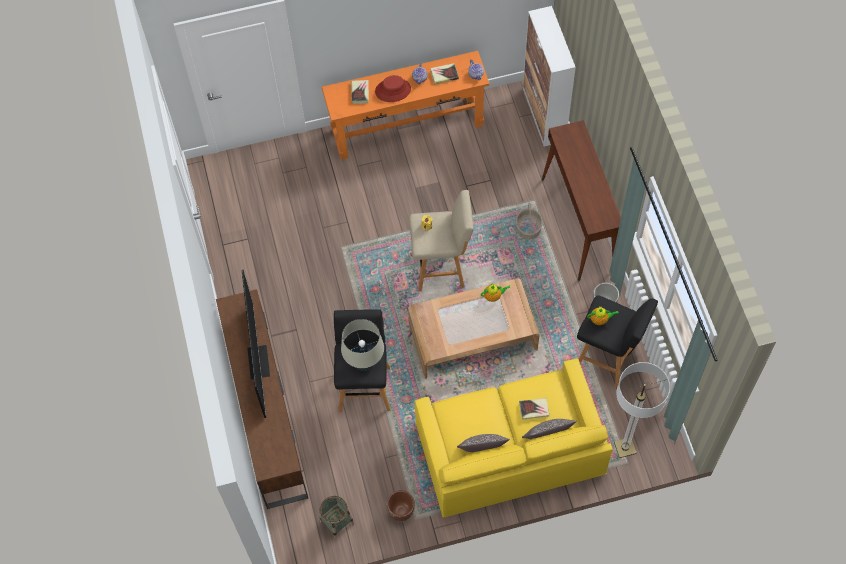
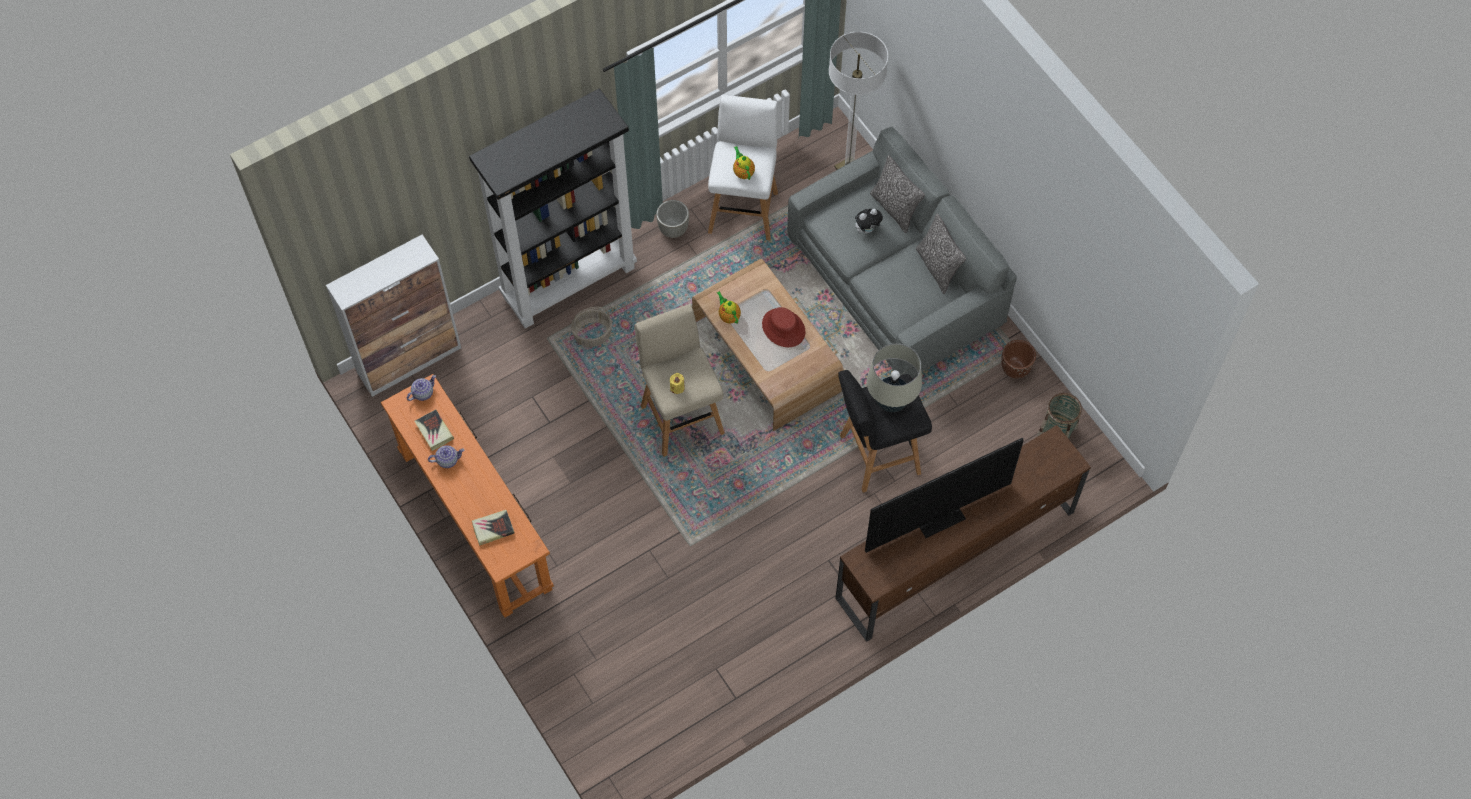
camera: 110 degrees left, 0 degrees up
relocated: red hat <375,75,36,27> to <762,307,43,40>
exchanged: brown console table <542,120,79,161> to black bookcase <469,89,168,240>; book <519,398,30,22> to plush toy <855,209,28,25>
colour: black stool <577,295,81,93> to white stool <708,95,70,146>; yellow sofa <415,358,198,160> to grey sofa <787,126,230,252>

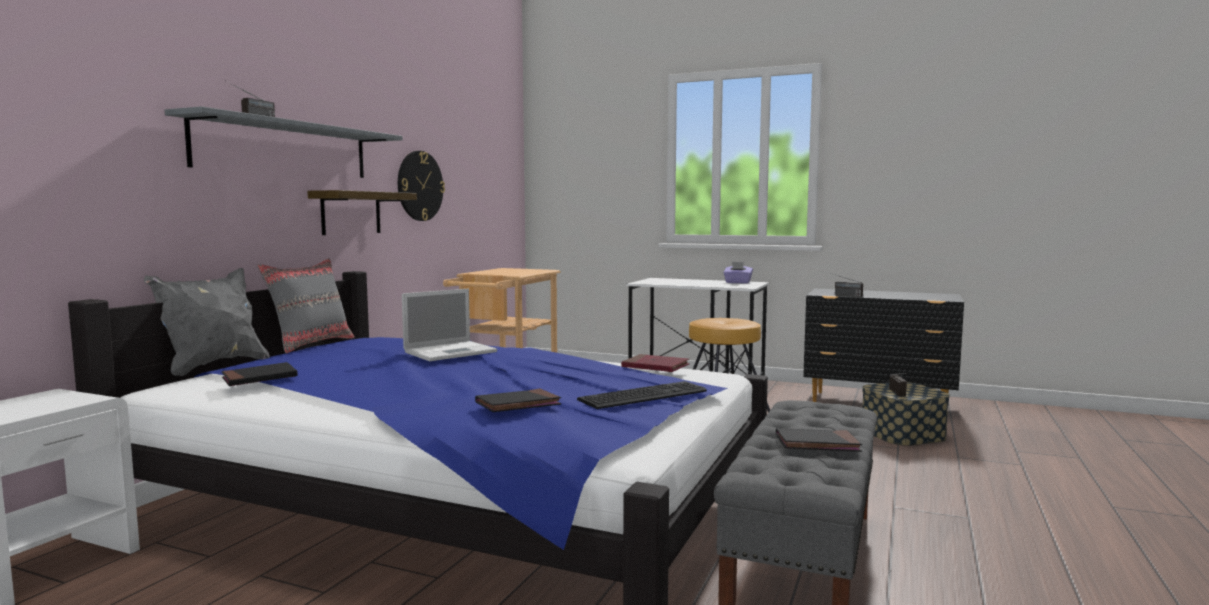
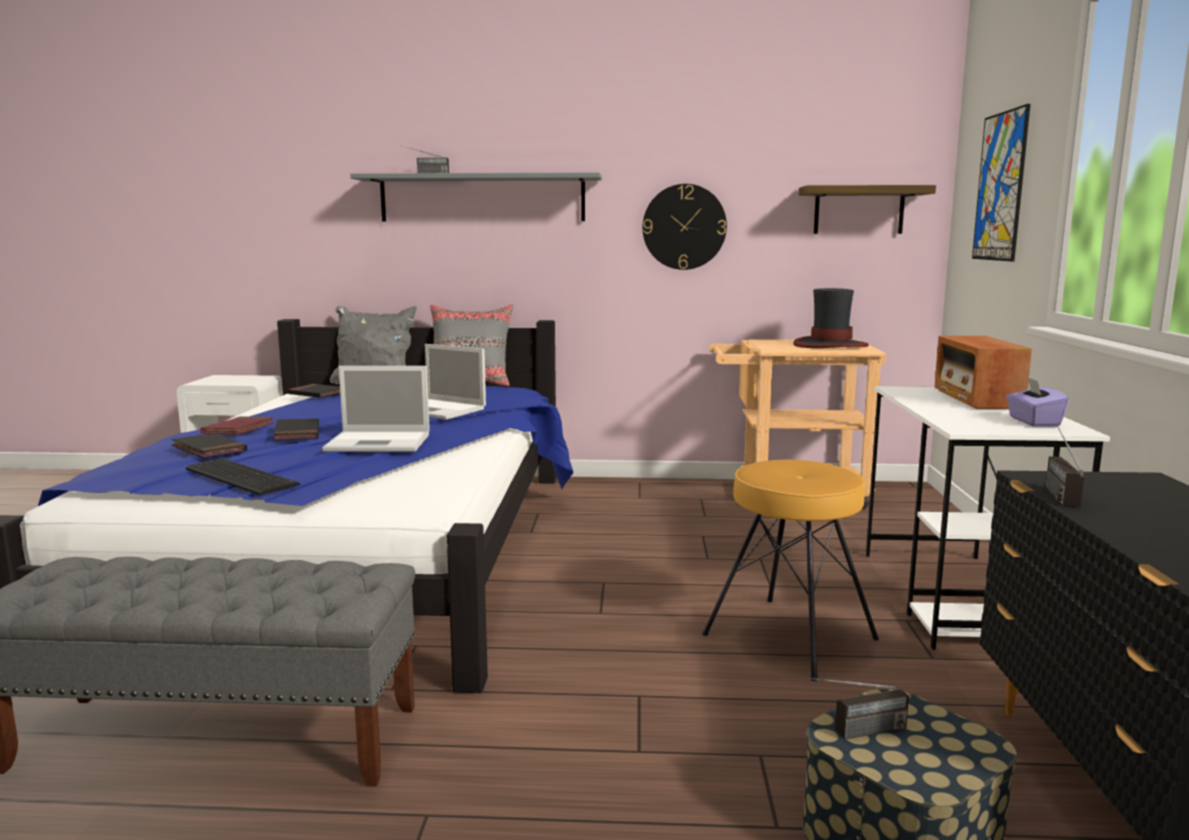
camera: 70 degrees right, 5 degrees up
appeared: laptop <322,366,108,85>; hat <793,288,75,60>; radio <934,336,98,73>; picture <972,104,58,157>
relocated: red book <621,354,69,18> to <200,416,74,19>; black book <776,428,86,24> to <273,418,46,23>; shelf <307,190,110,45> to <799,185,137,49>

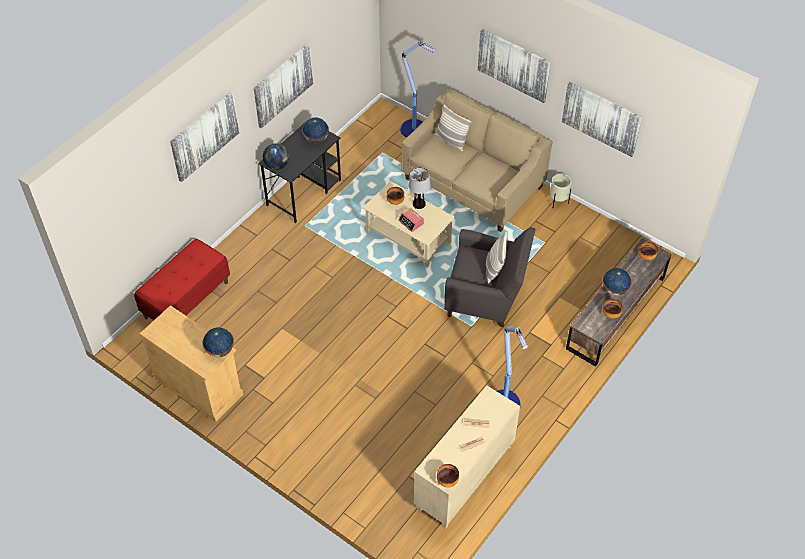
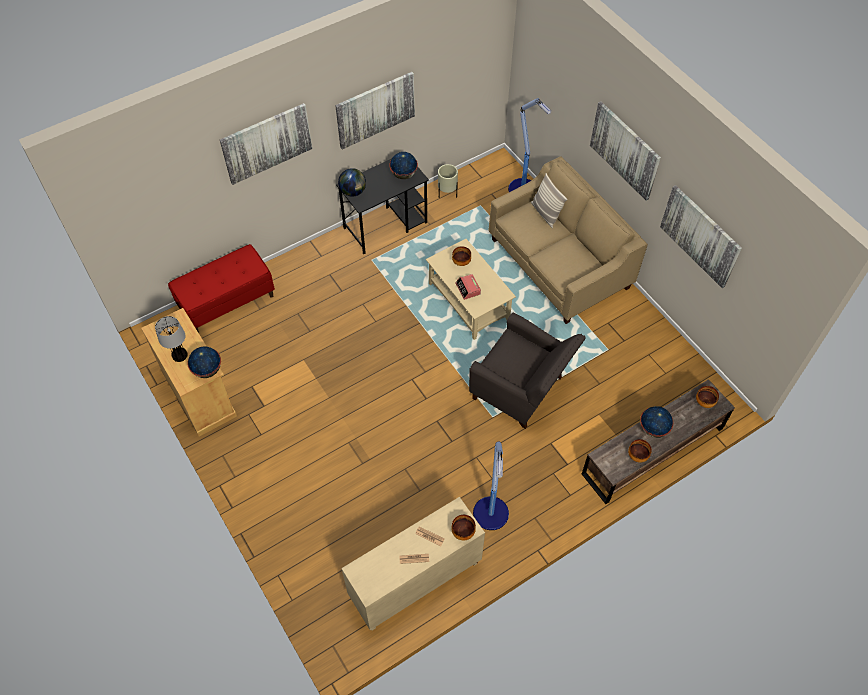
camera: 20 degrees right, 5 degrees up
missing: pillow <486,231,21,52>
relocated: table lamp <409,167,22,42> to <155,316,33,46>; beige planter <550,174,22,33> to <438,164,20,34>; bowl <437,464,22,24> to <451,515,25,26>

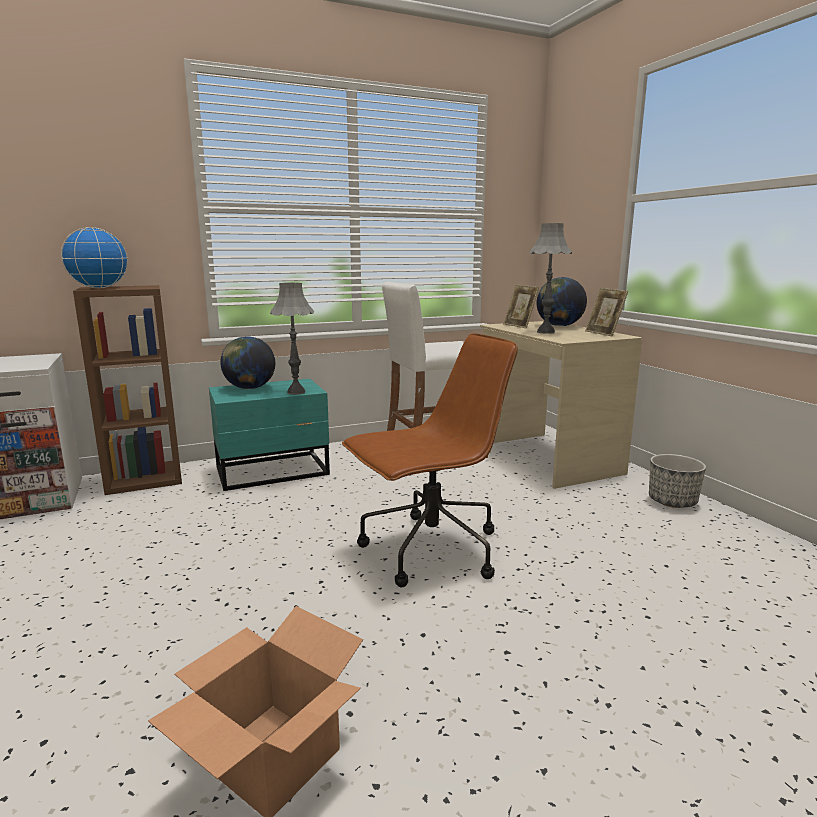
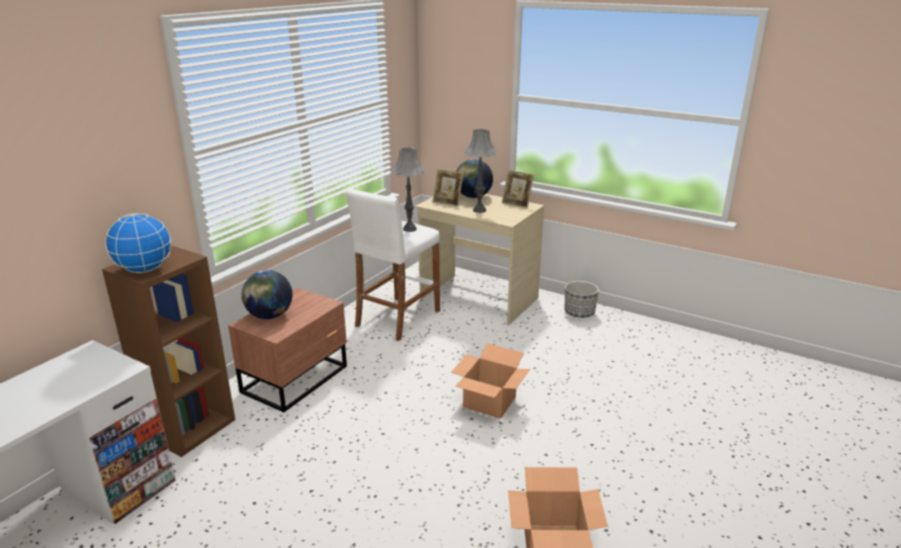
camera: 35 degrees left, 10 degrees up
relocated: grey table lamp <270,283,44,112> to <392,147,33,85>
exchanged: brown office chair <342,333,176,254> to cardboard box <451,343,79,76>
colour: turquoise nightstand <209,379,121,112> to brown nightstand <228,288,119,124>

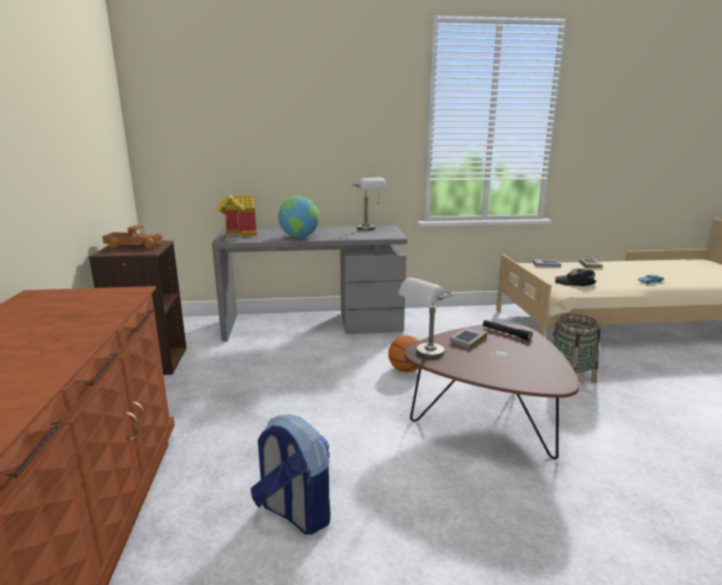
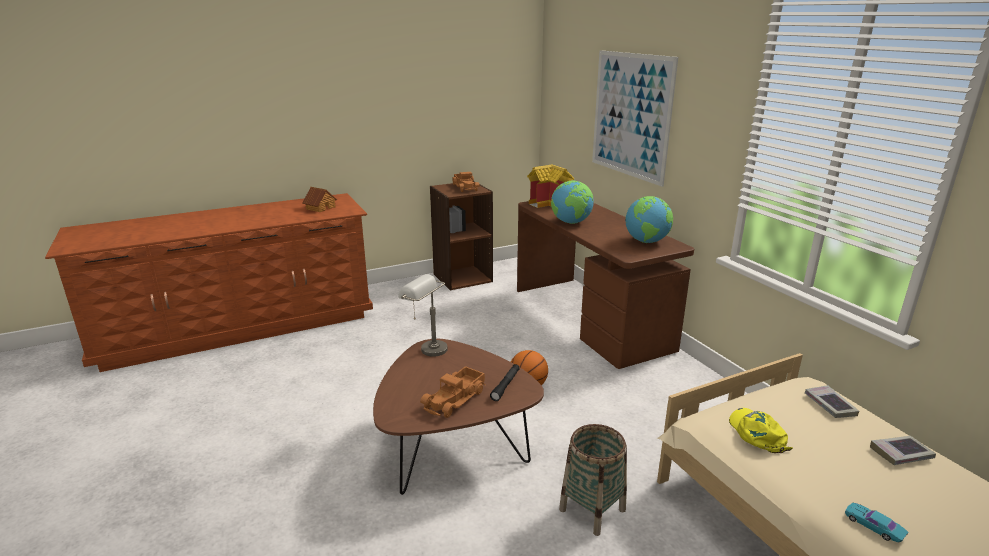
camera: 70 degrees right, 5 degrees up
missing: backpack <251,414,79,121>; book <449,327,38,22>
appeared: toy house <303,187,34,25>; toy truck <420,366,66,52>; picture <592,50,86,137>
exchanged: grey table lamp <352,177,36,54> to globe <625,196,48,47>
colour: grey desk <212,225,195,117> to brown desk <517,201,177,168>; black cap <555,268,41,18> to yellow cap <729,408,64,45>

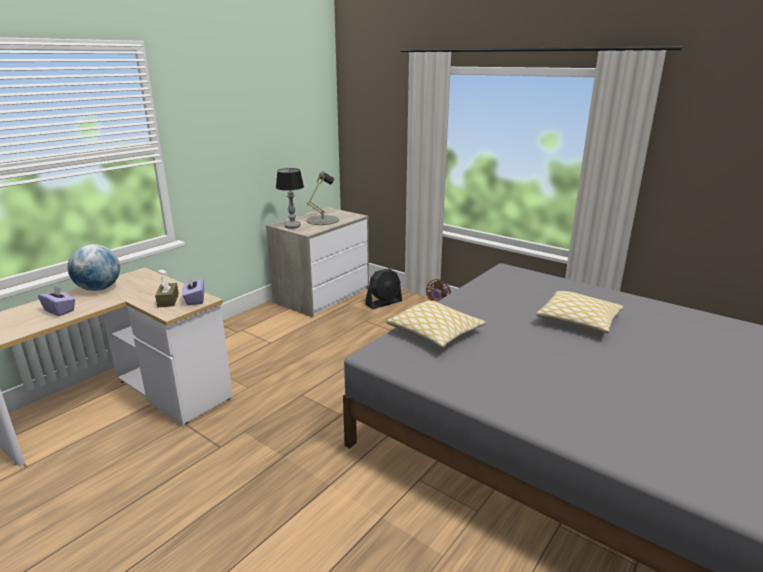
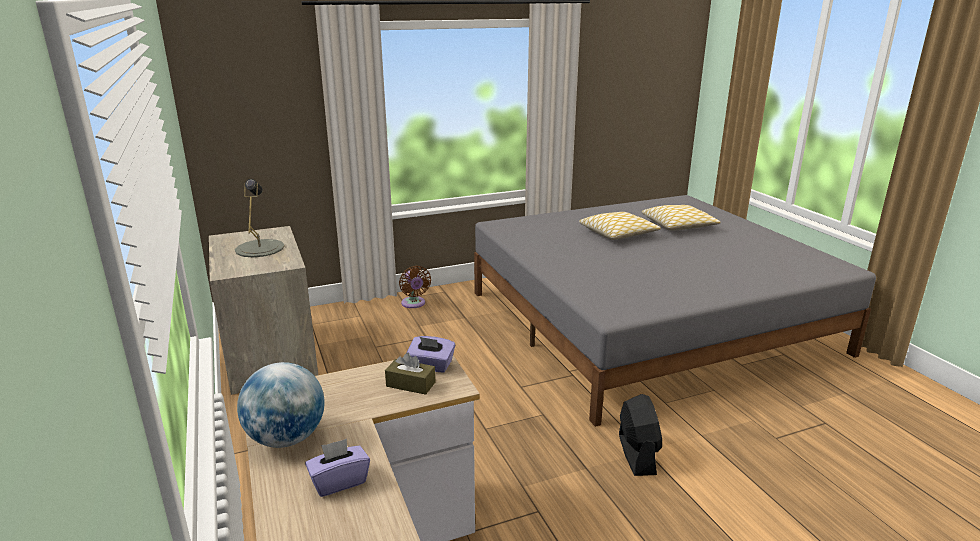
camera: 60 degrees left, 0 degrees up
missing: table lamp <276,168,28,61>
relocated: black fan <365,268,37,41> to <619,394,43,82>; pillow <386,301,100,47> to <642,205,79,26>

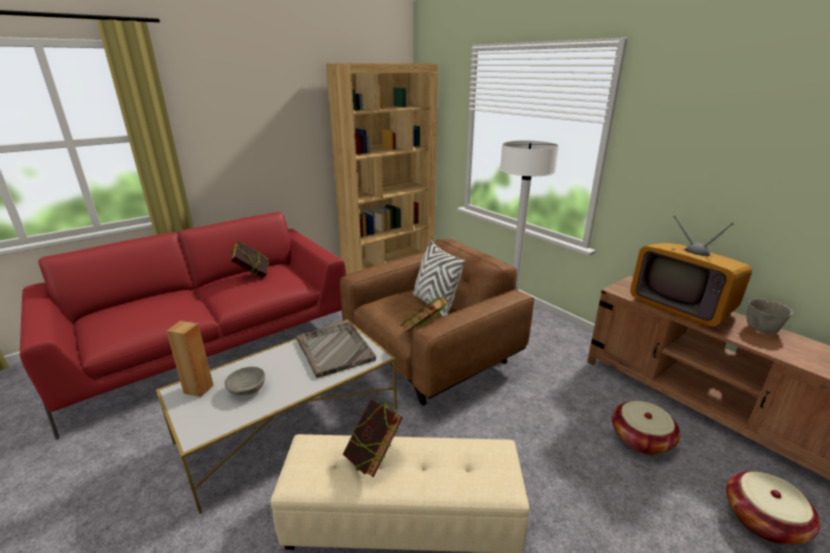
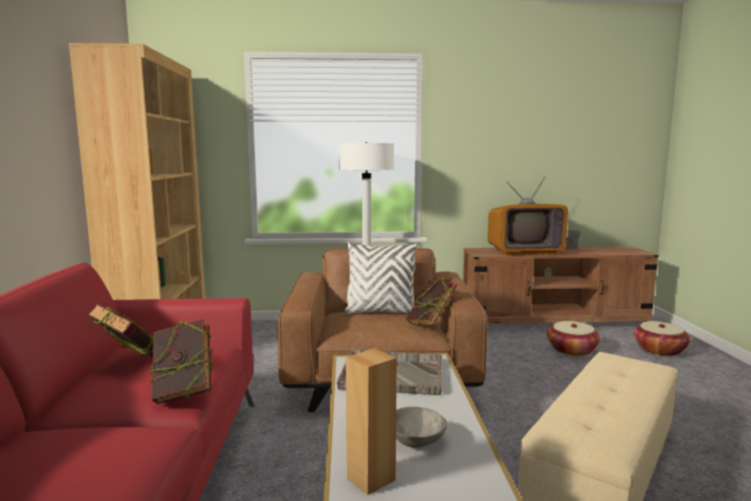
camera: 55 degrees left, 15 degrees down
relocated: book <343,399,60,79> to <149,319,64,85>

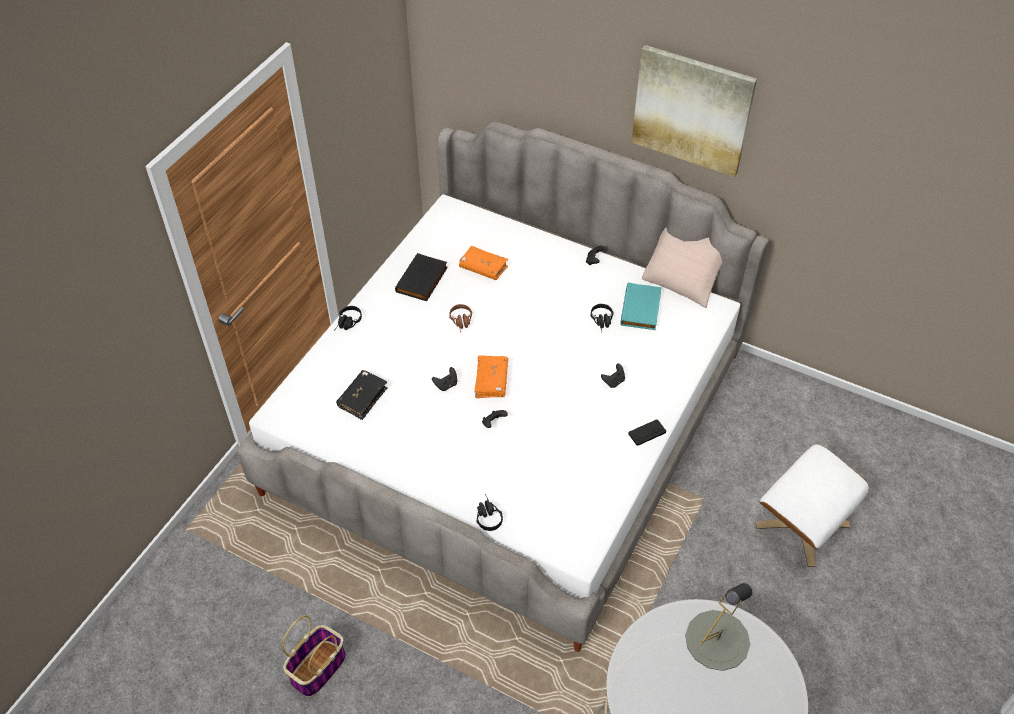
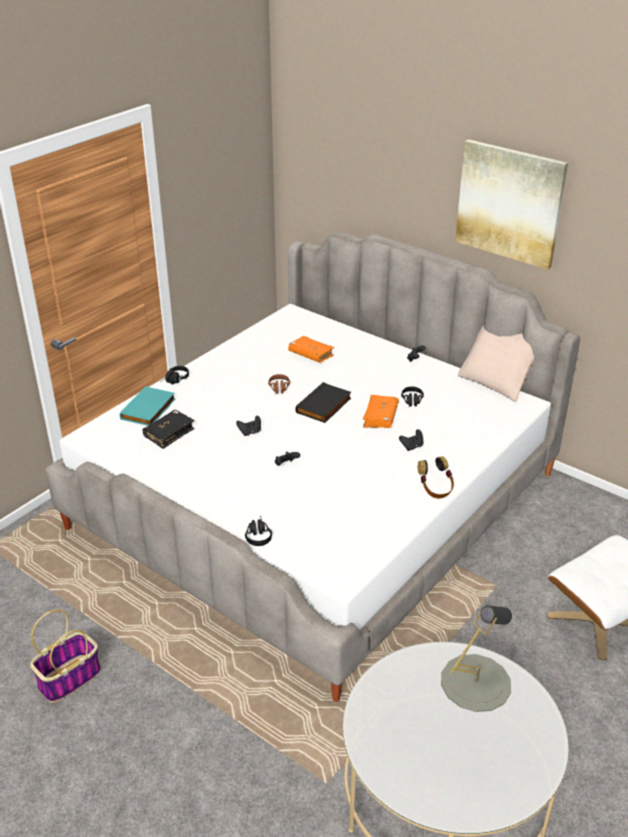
camera: 10 degrees right, 15 degrees down
relocated: turquoise book <620,282,42,48> to <120,386,55,40>; black book <395,253,53,48> to <295,382,56,41>; orange book <474,356,34,42> to <363,395,36,33>
exchanged: black game controller <628,419,38,27> to headphones <418,456,36,42>

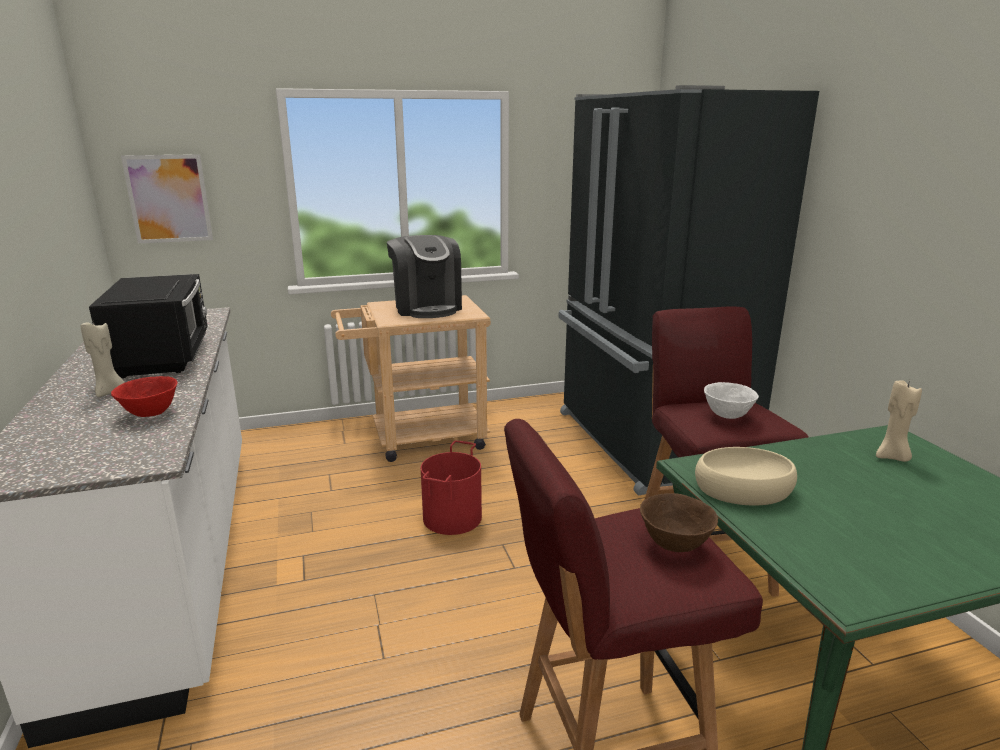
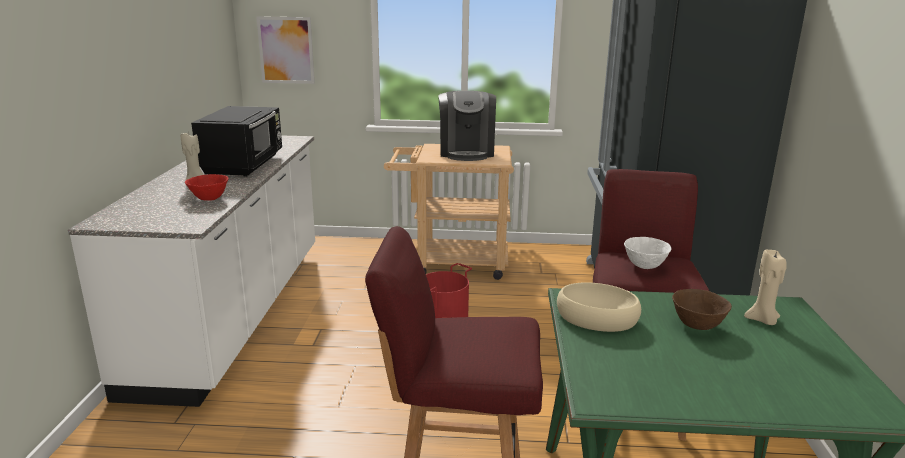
camera: 20 degrees right, 0 degrees up
relocated: brown bowl <640,493,78,59> to <672,289,60,41>

